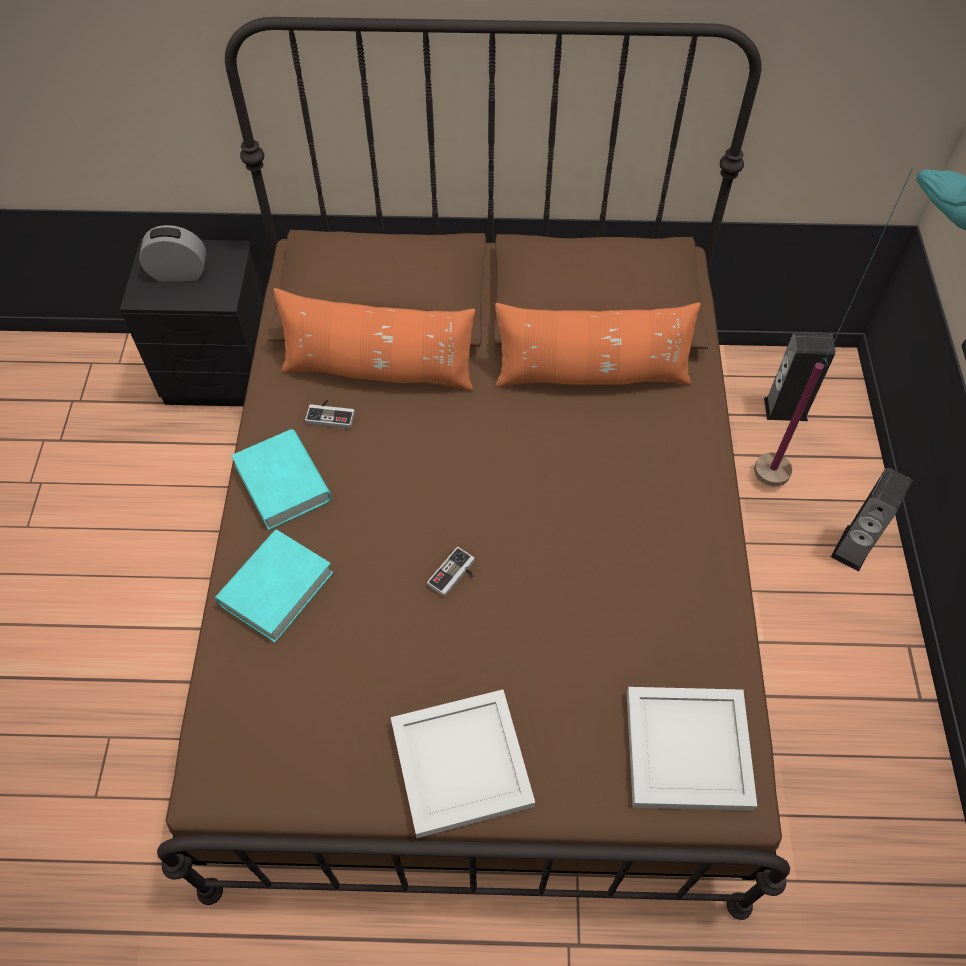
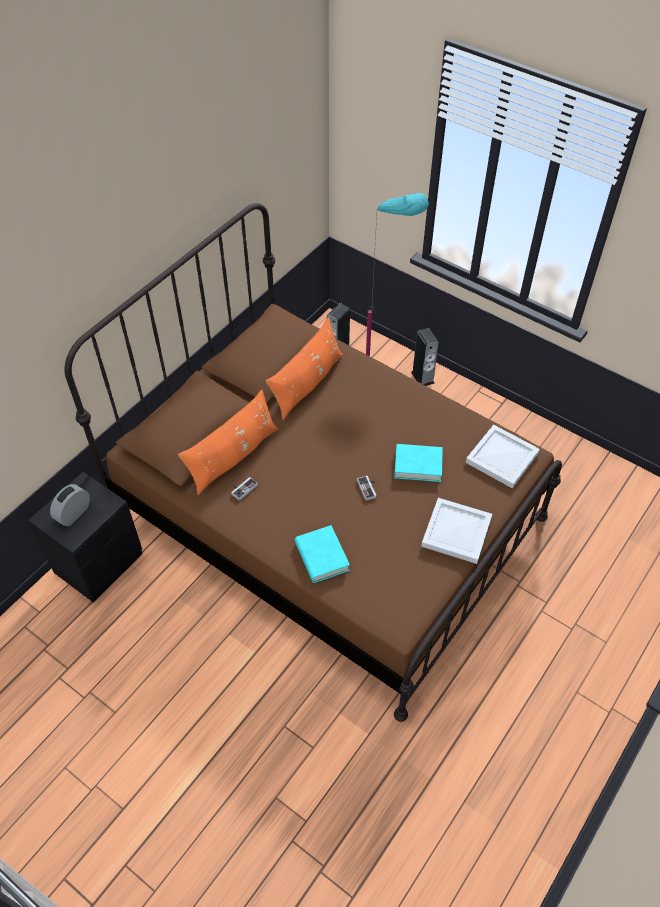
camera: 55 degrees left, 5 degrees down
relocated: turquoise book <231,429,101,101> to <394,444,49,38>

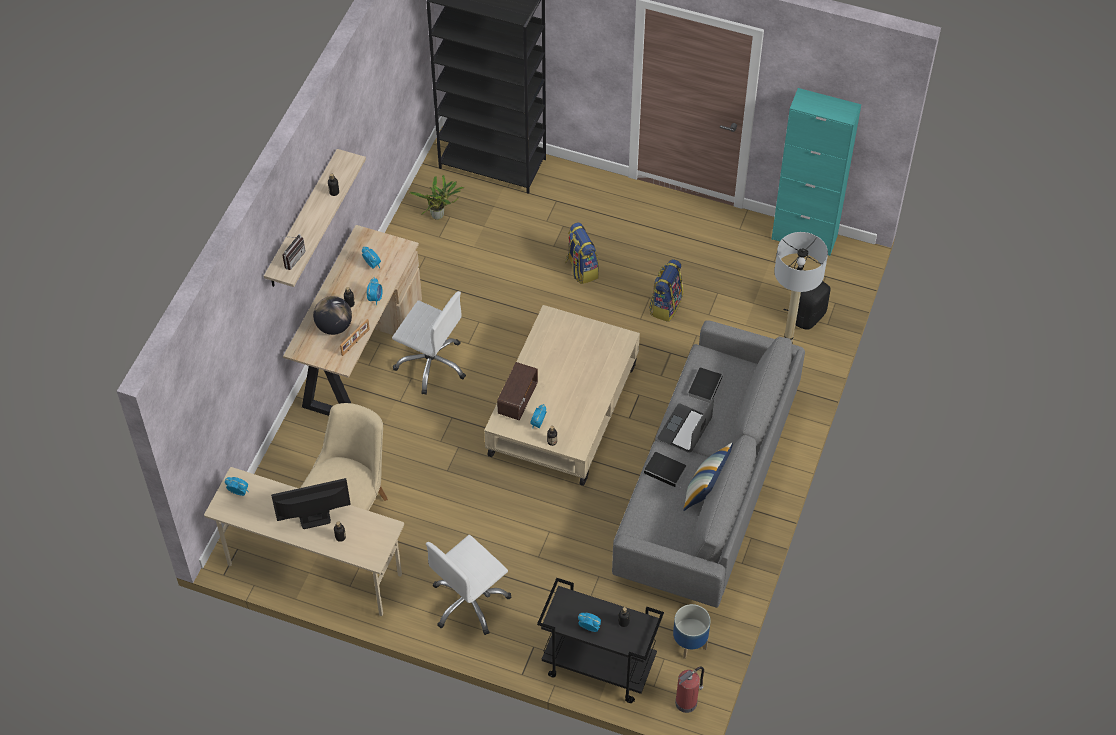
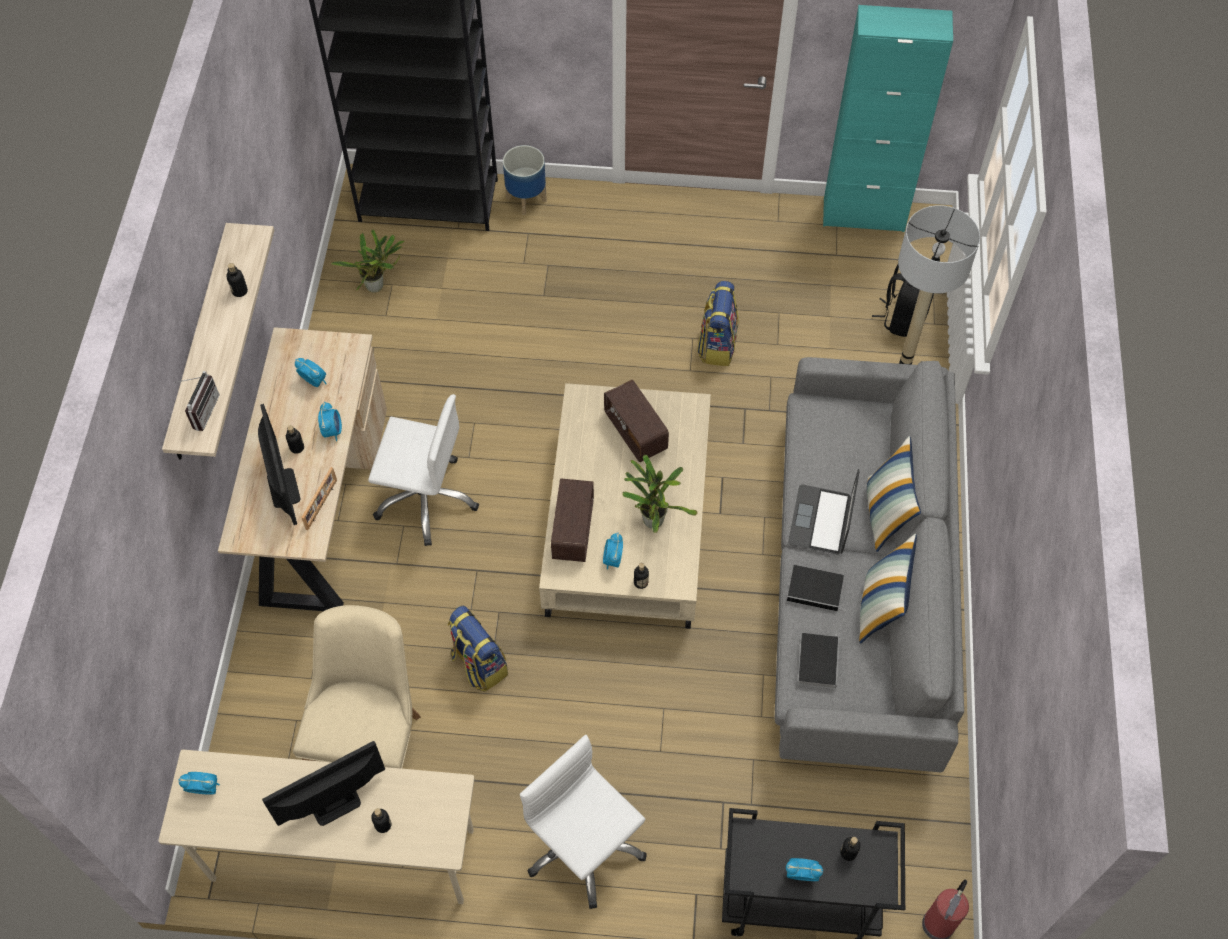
camera: 15 degrees left, 5 degrees up
appeared: radio <604,380,65,82>; potted plant <622,455,75,78>; pillow <867,436,54,116>
relocated: backpack <565,222,34,62> to <447,606,61,86>; planter <673,604,37,55> to <503,145,44,70>; book <688,367,35,36> to <798,633,41,56>
exchanged: globe <313,296,39,39> to monitor <258,404,43,121>
spun: white office chair <426,535,85,100> = <520,735,127,174> 105 degrees clockwise

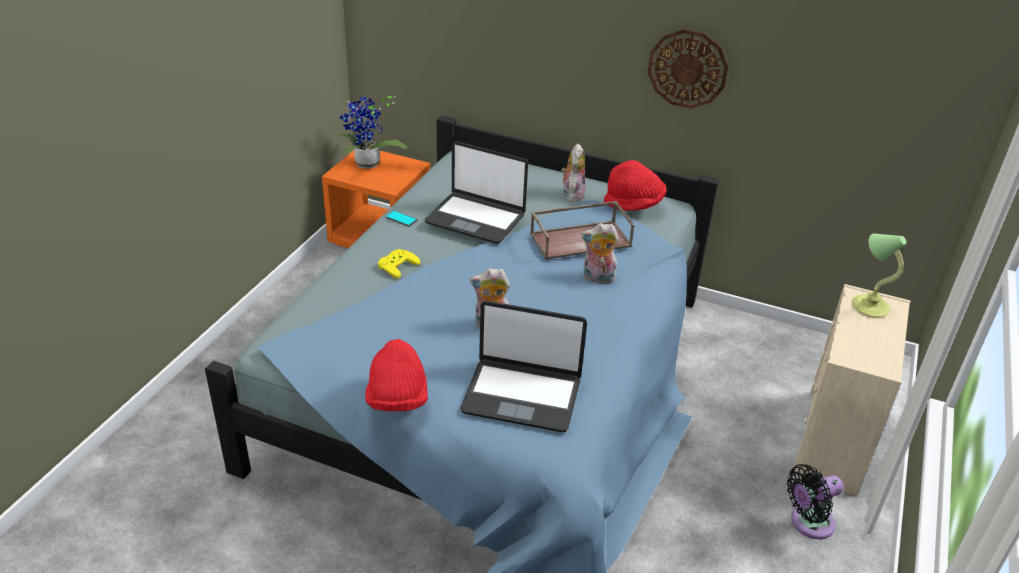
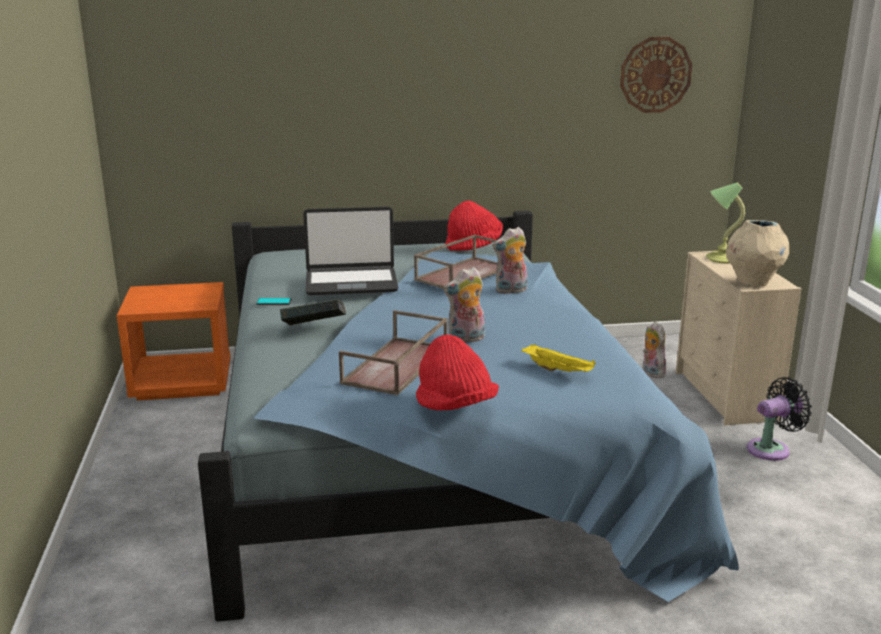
camera: 30 degrees left, 15 degrees down
missing: potted plant <336,95,72,74>
appeared: brown tray <339,310,109,86>; beige vase <726,220,63,67>
relocated: wall clock <647,29,82,80> to <620,37,72,76>; plush toy <561,143,24,59> to <643,322,23,56>
exchanged: yellow game controller <378,249,43,30> to book <280,299,66,26>; laptop <461,301,126,131> to yellow tray <522,344,74,28>
spun: black fan <787,464,57,75> = <747,377,65,84> 150 degrees counterclockwise

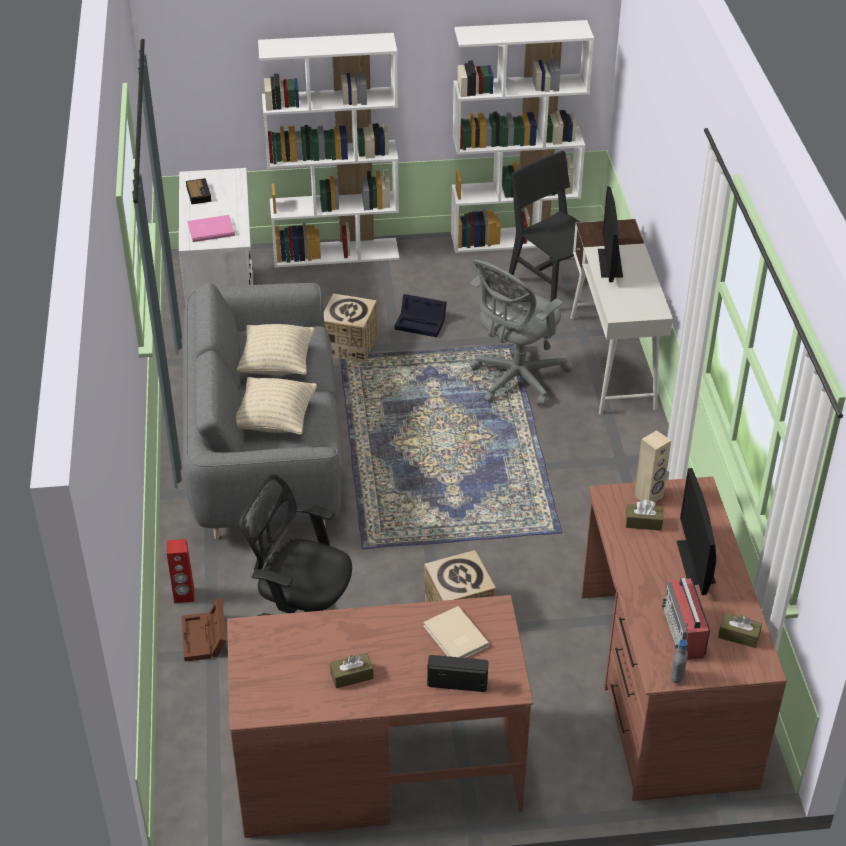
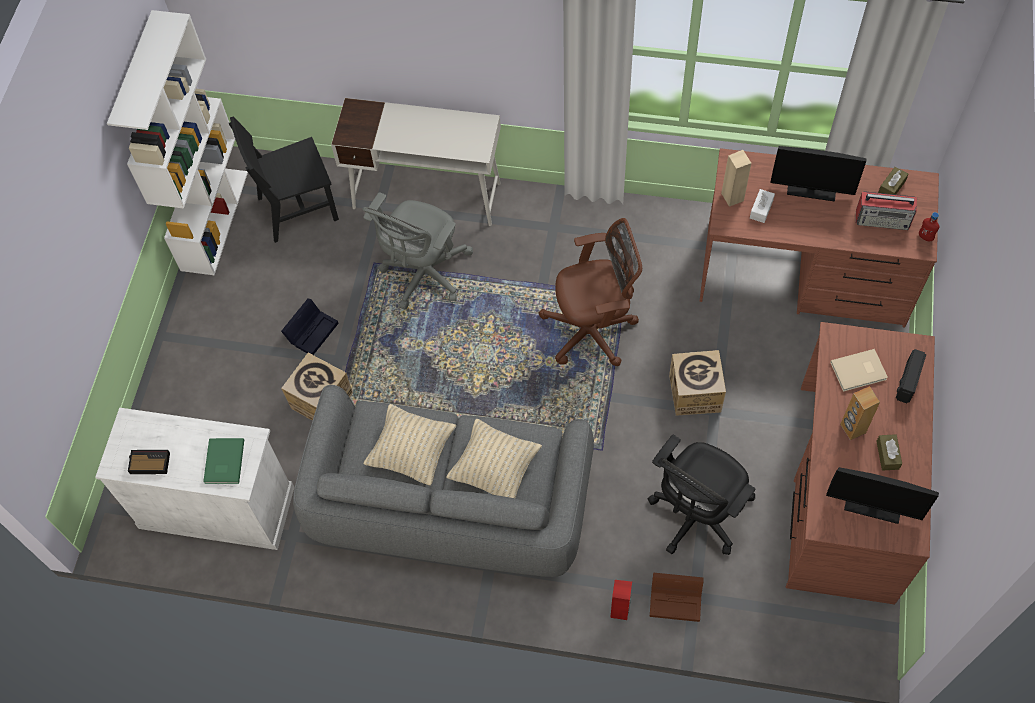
camera: 70 degrees left, 20 degrees up
missing: white bookcase <258,33,141,234>
appeared: brown office chair <539,218,103,148>; brown speaker <840,386,40,54>
relocated: monitor <598,187,25,95> to <826,467,113,57>
colour: pink book <187,215,48,27> to green book <203,438,41,46>; brown tissue box <626,500,37,31> to white tissue box <750,189,25,34>; grey bottle <671,640,17,44> to red bottle <919,212,20,29>
spun: grey office chair <470,260,103,146> = <362,192,111,118> 60 degrees clockwise

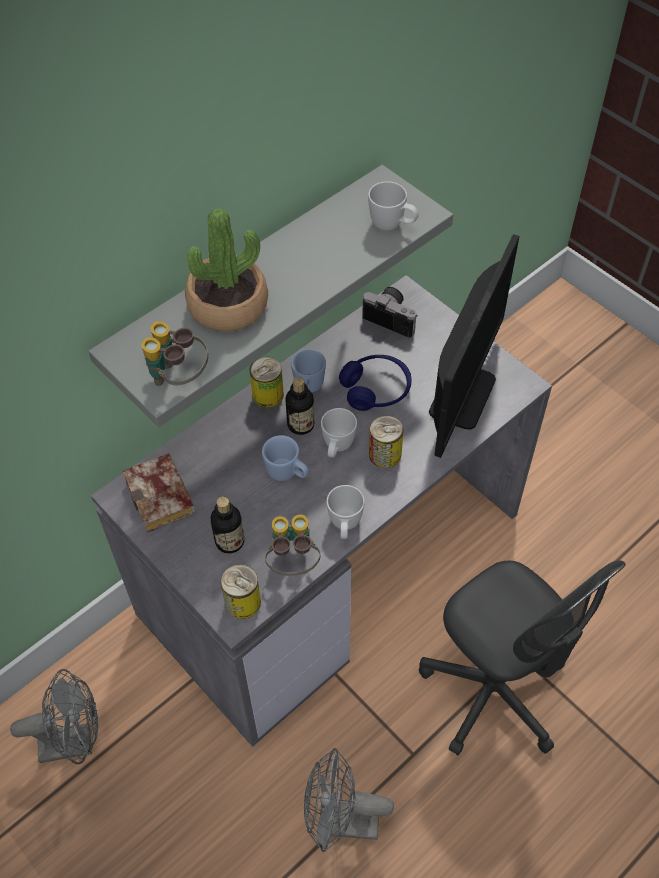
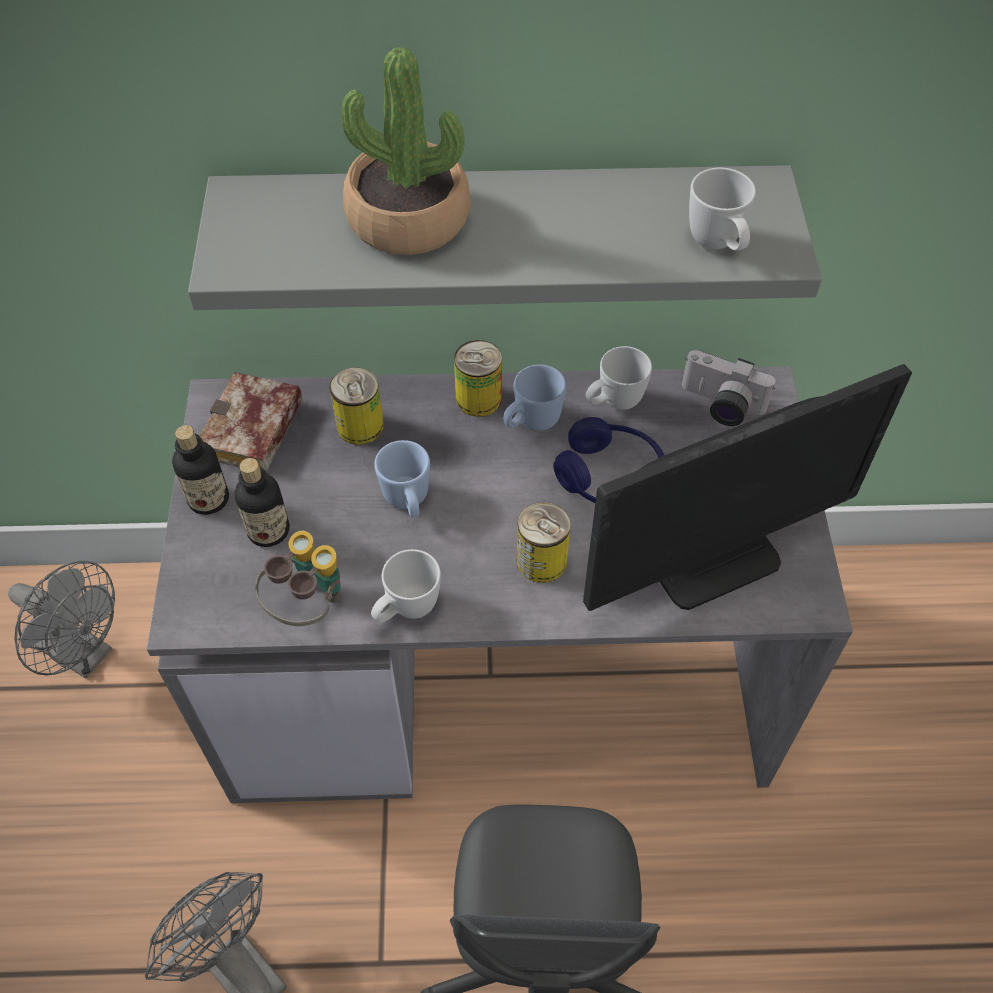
camera: 40 degrees right, 0 degrees up
missing: binoculars <141,321,67,65>
relocated: bottle <285,377,30,58> to <172,425,57,90>; can <221,564,40,55> to <330,368,54,77>; white mug <321,408,36,50> to <586,346,66,64>
spun: photo camera <362,287,56,51> = <682,350,94,76> 135 degrees clockwise

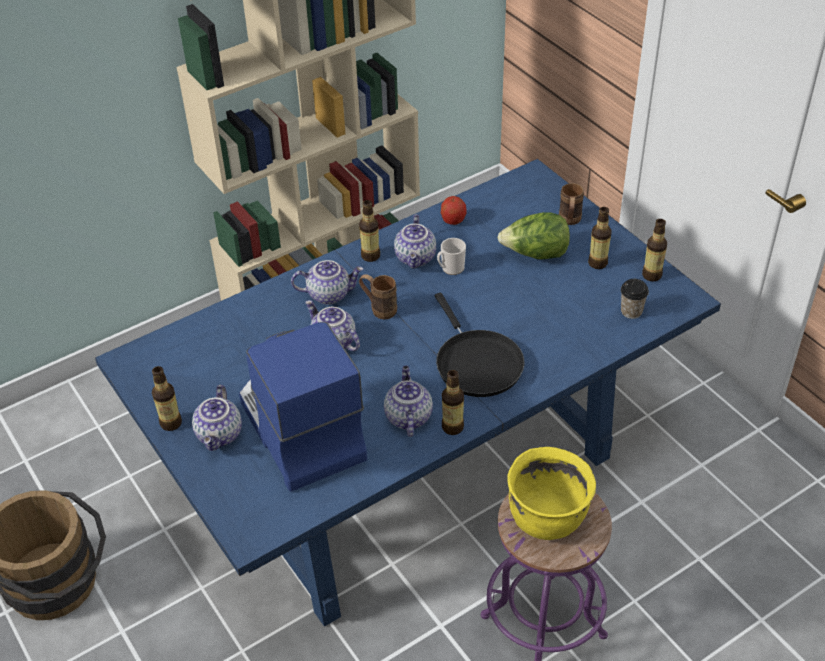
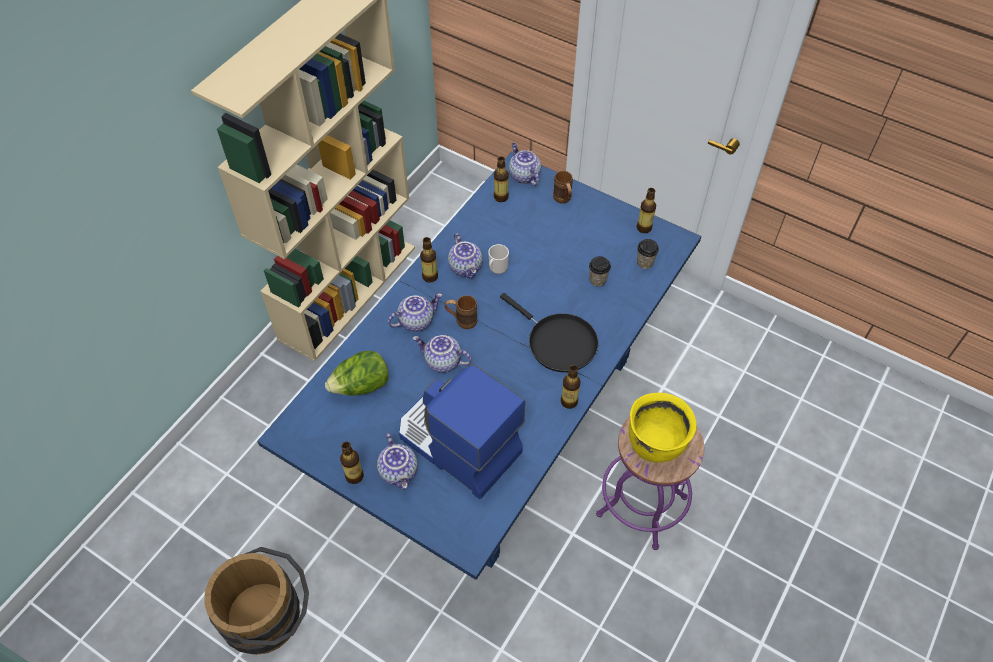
camera: 25 degrees left, 10 degrees up
missing: apple <441,196,26,29>
appeared: cup <589,256,22,31>
relocated: lettuce <498,212,72,47> to <325,351,64,45>; bottle <588,207,23,62> to <494,157,15,45>; teapot <384,365,49,72> to <509,143,32,43>

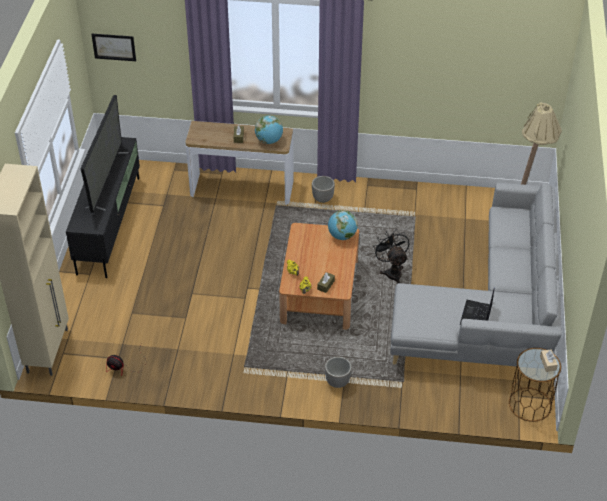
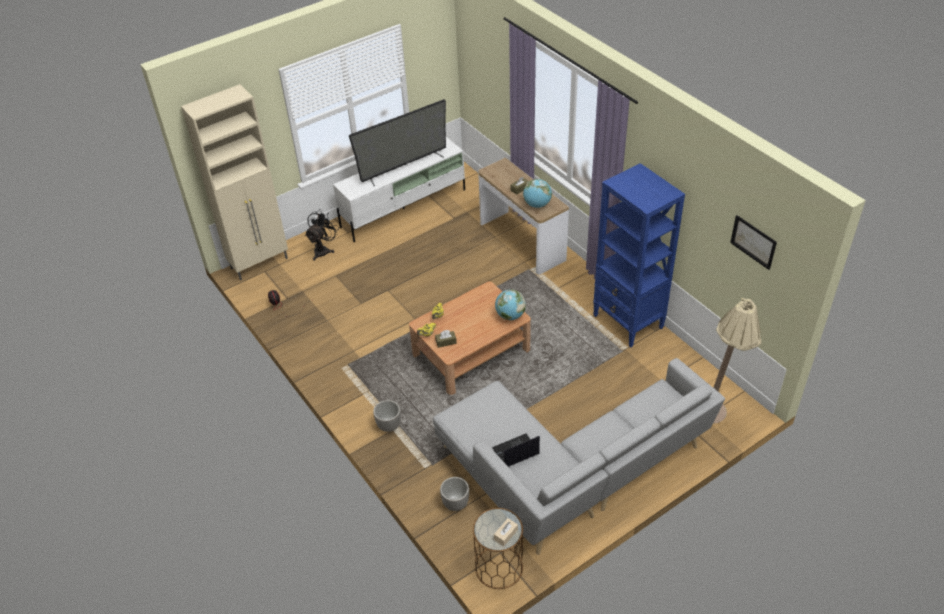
camera: 50 degrees right, 0 degrees up
appeared: blue bookcase <593,163,92,184>
relocated: black fan <373,229,36,54> to <305,209,34,52>; planter <312,176,23,27> to <440,477,29,34>; picture <91,34,45,27> to <730,215,47,55>
colour: black tv stand <66,137,74,141> to white tv stand <333,137,132,105>

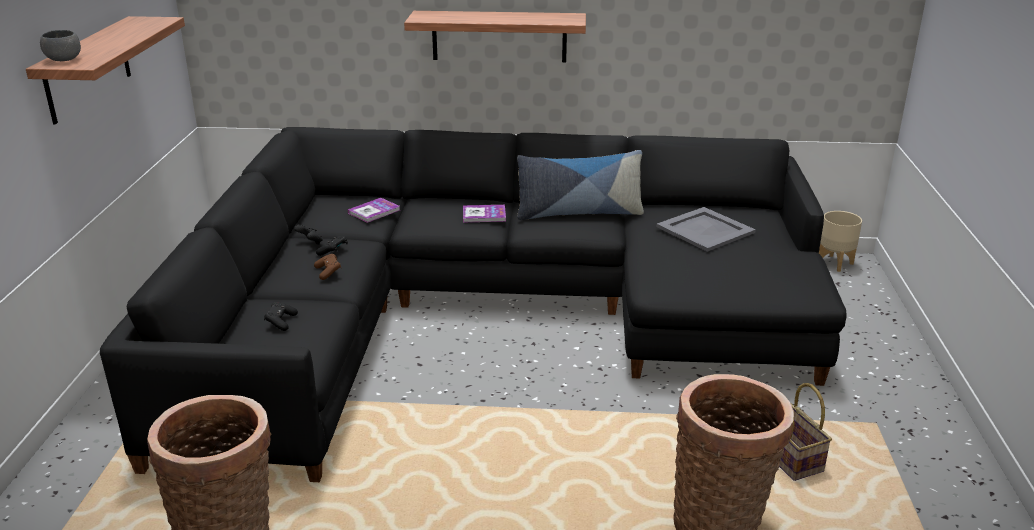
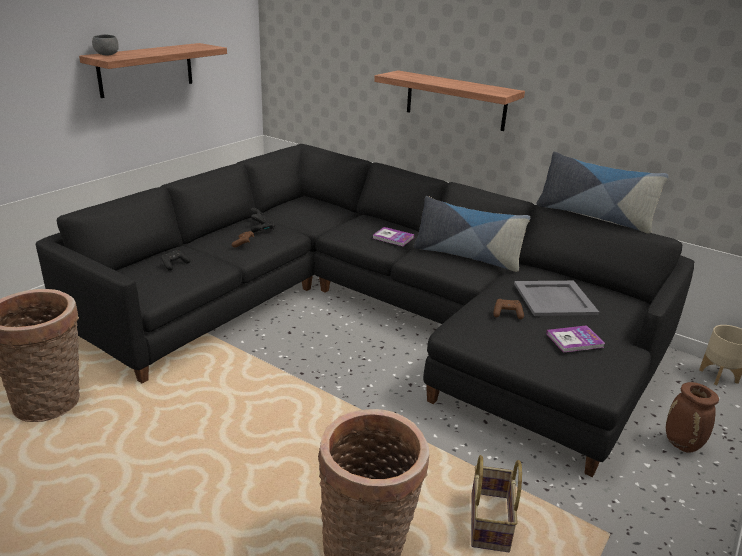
camera: 30 degrees right, 0 degrees up
appeared: brown game controller <493,299,31,20>; pillow <536,152,133,82>; brown vase <666,382,53,71>
relocated: book <348,198,52,25> to <546,325,59,28>

